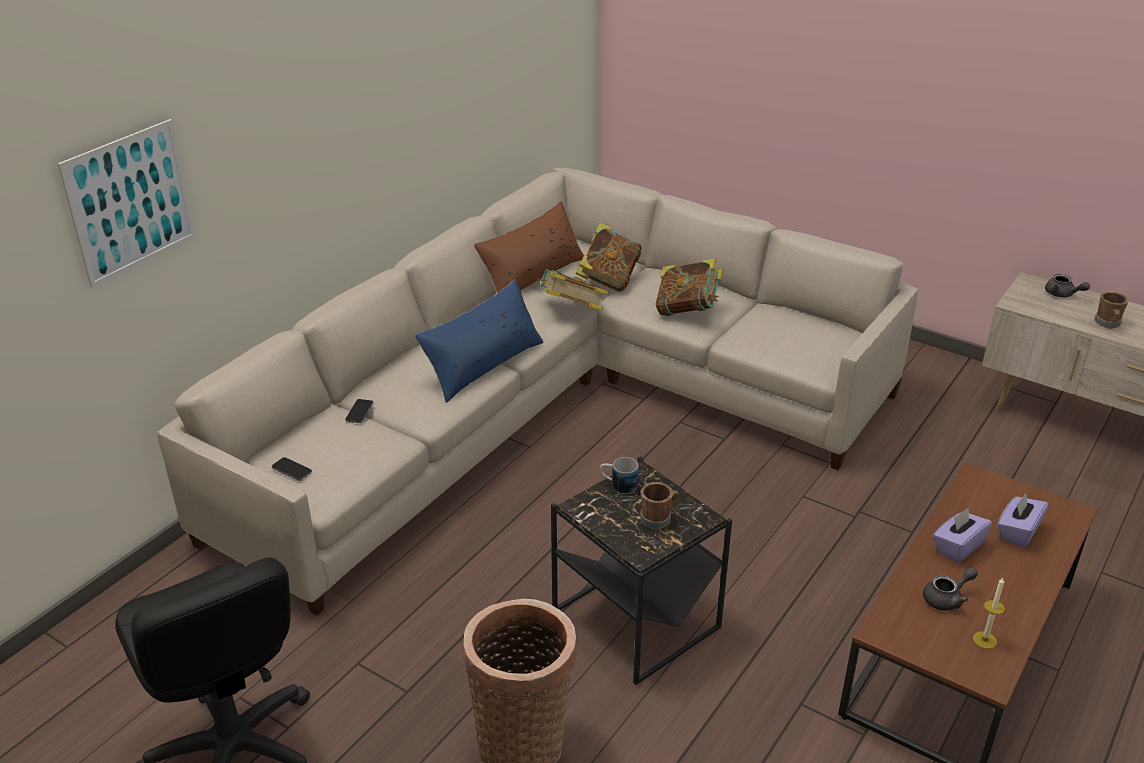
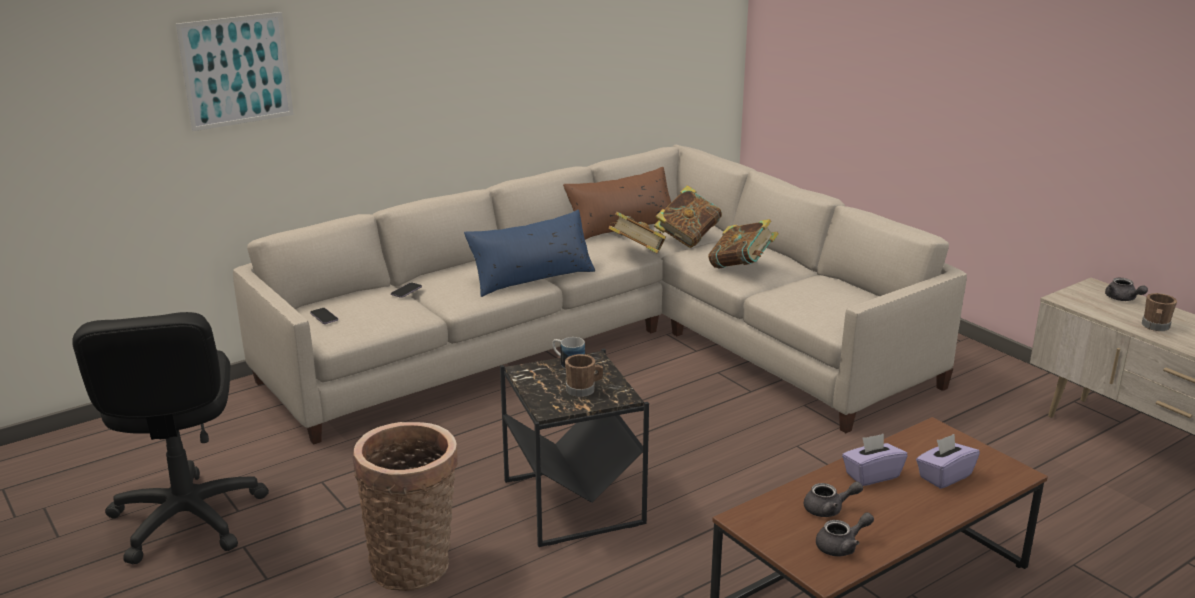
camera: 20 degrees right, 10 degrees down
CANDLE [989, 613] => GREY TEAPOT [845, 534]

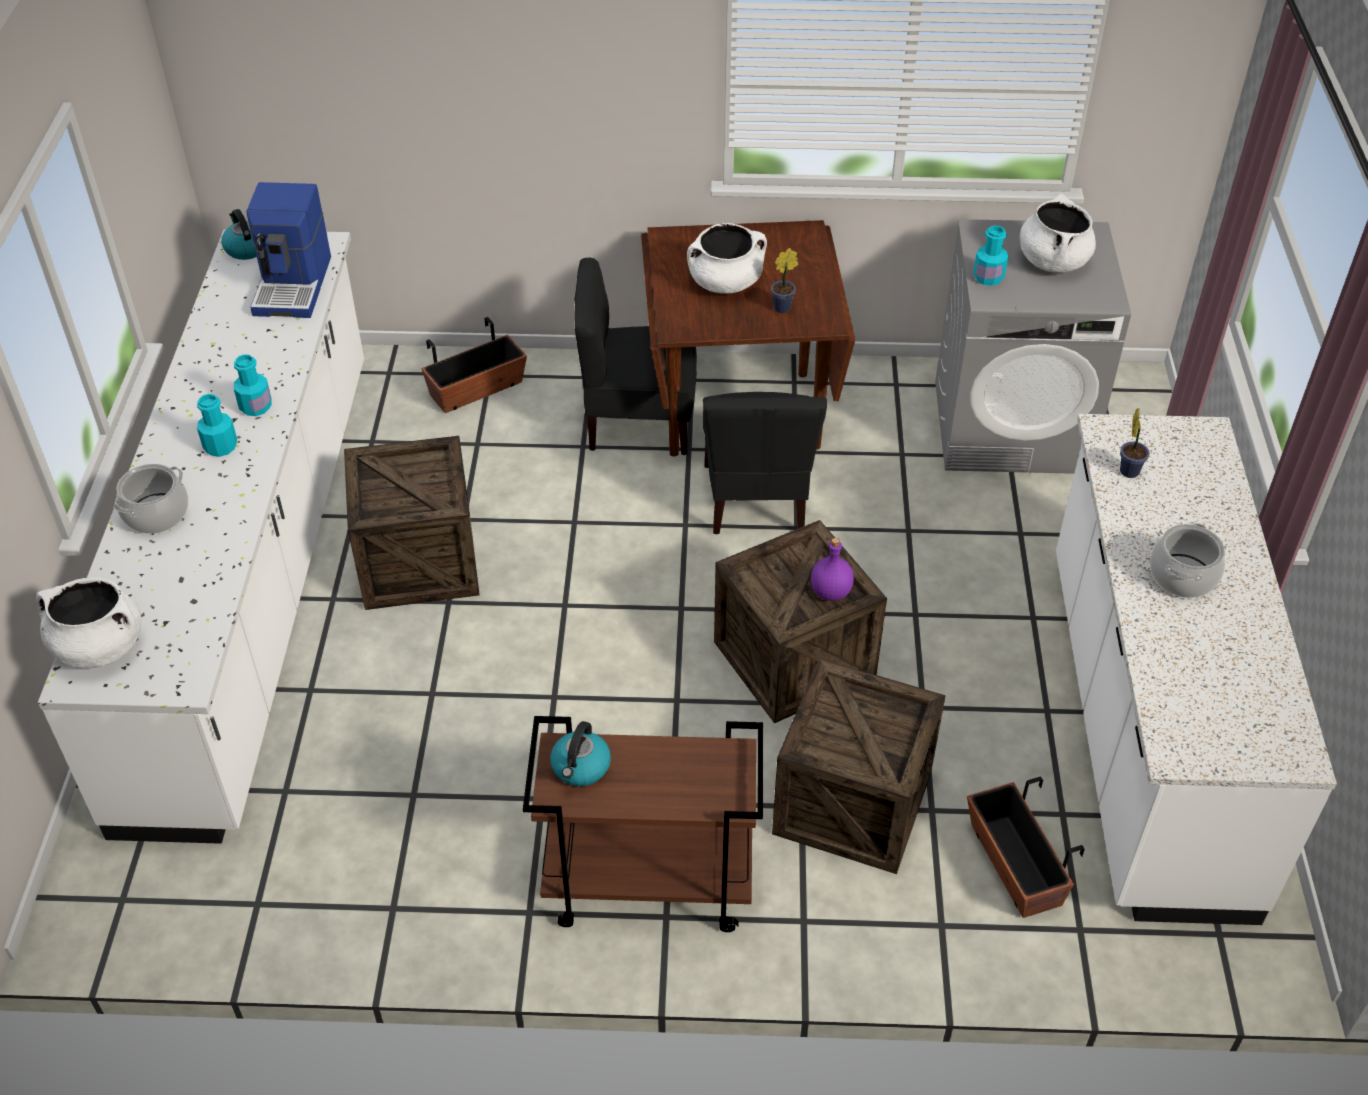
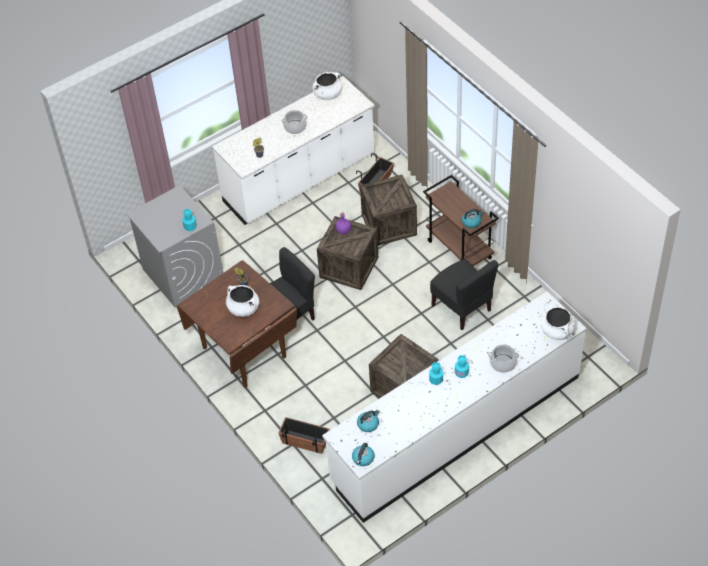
camera: 125 degrees left, 5 degrees up
BLACK CHAIR [635, 356] => BLACK CHAIR [464, 294], move
WHITE COOKING POT [1058, 233] => WHITE COOKING POT [327, 86], move
COFFEE MACHINE [288, 250] => KETTLE [368, 421]

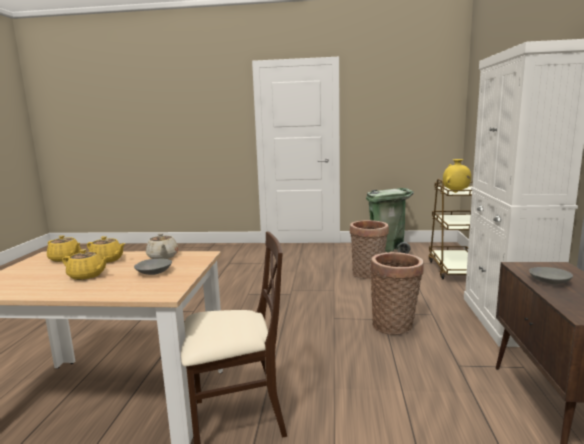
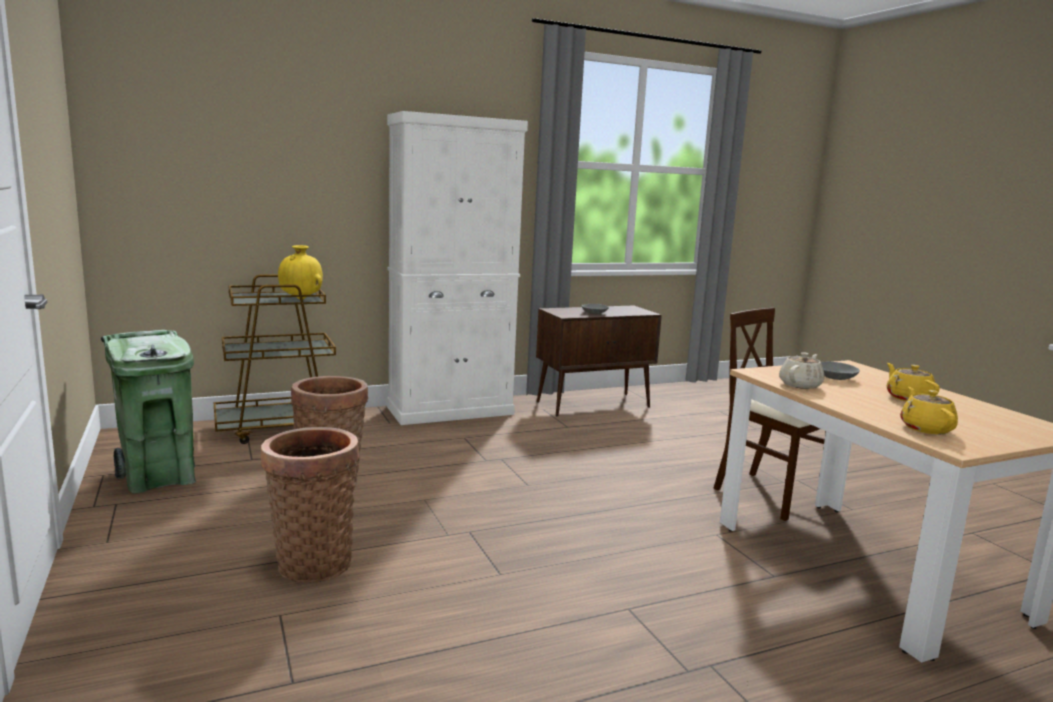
camera: 120 degrees left, 0 degrees up
YELLOW TEAPOT [106, 249] => nothing
BASKET [397, 293] => BASKET [310, 505], move

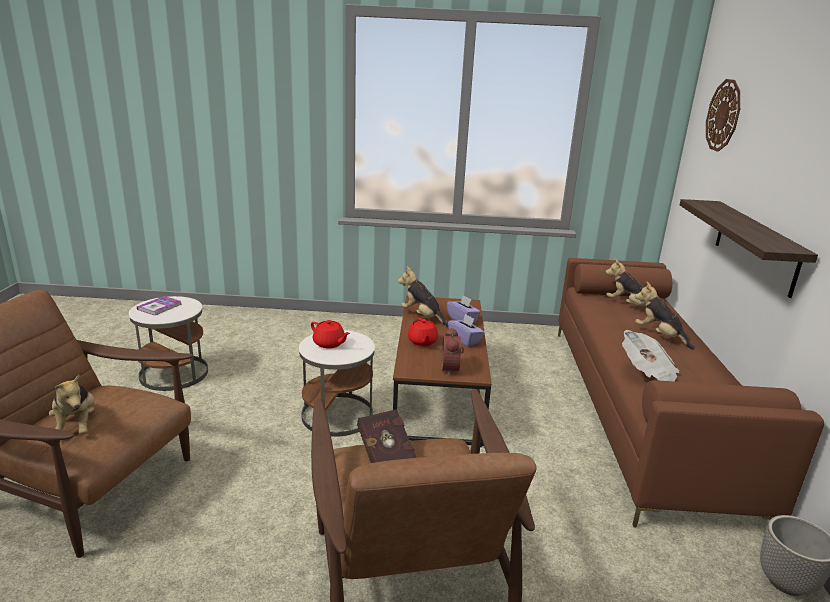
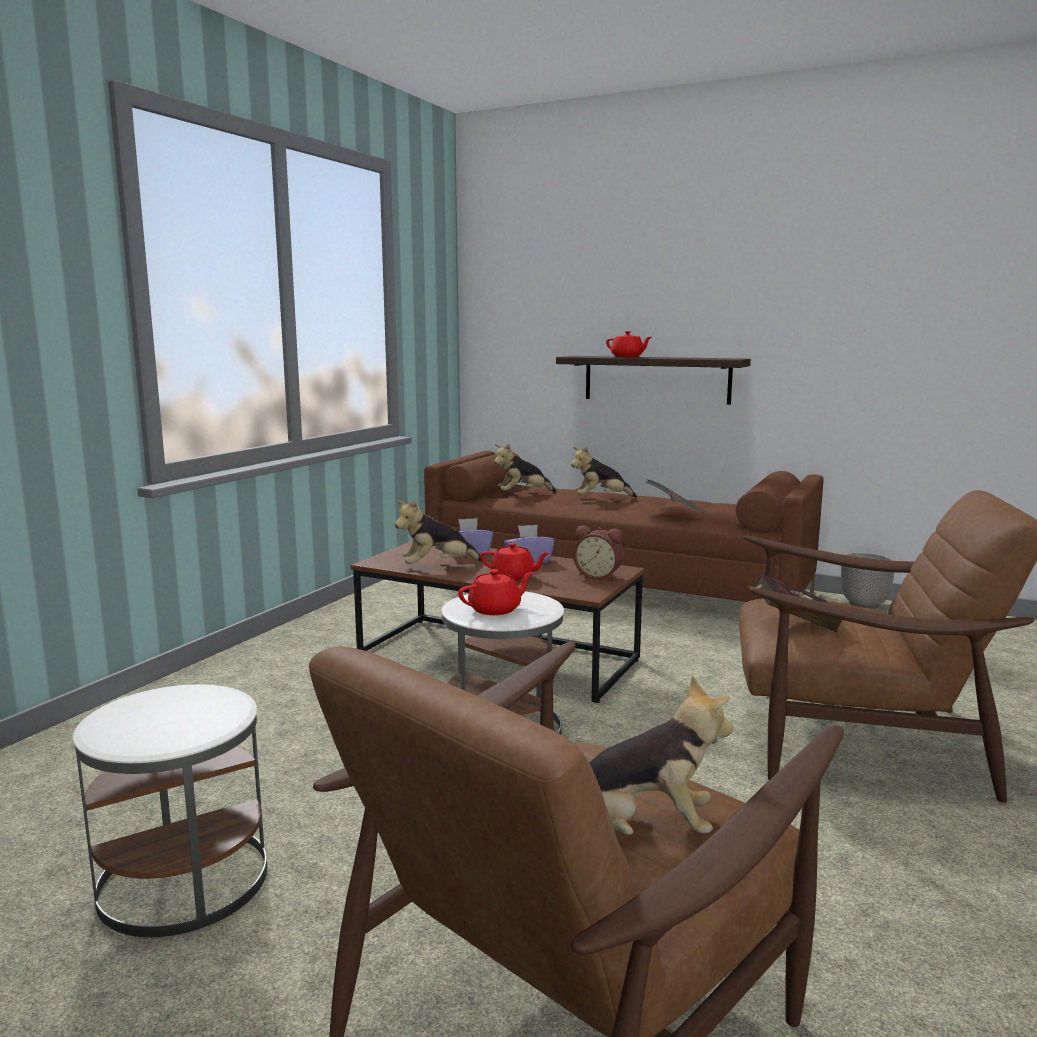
camera: 65 degrees left, 10 degrees down
BOOK [159, 306] => nothing
WALL CLOCK [723, 115] => nothing
nothing => RED TEAPOT [628, 344]

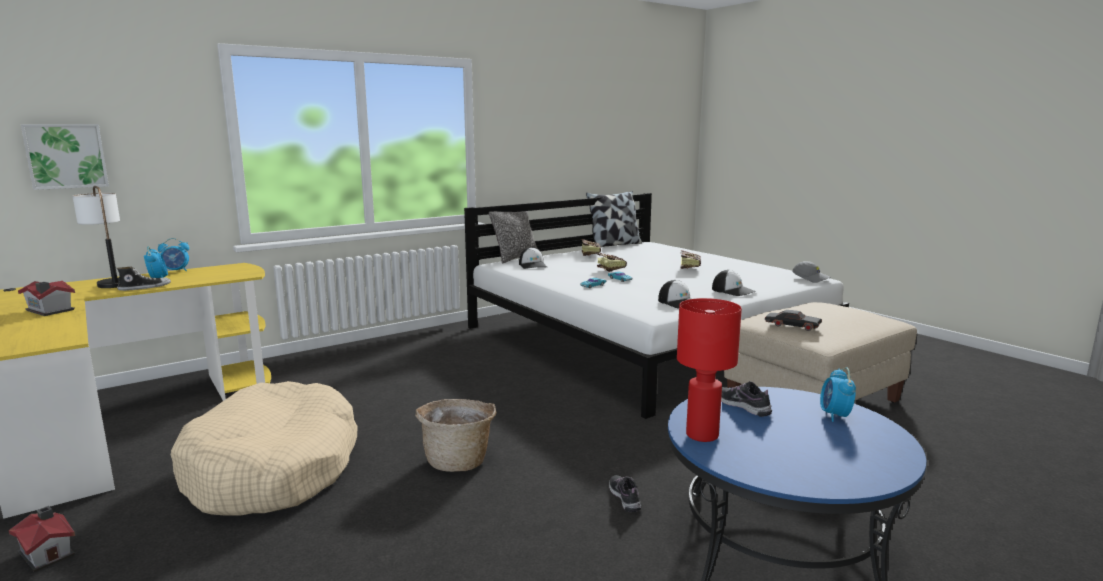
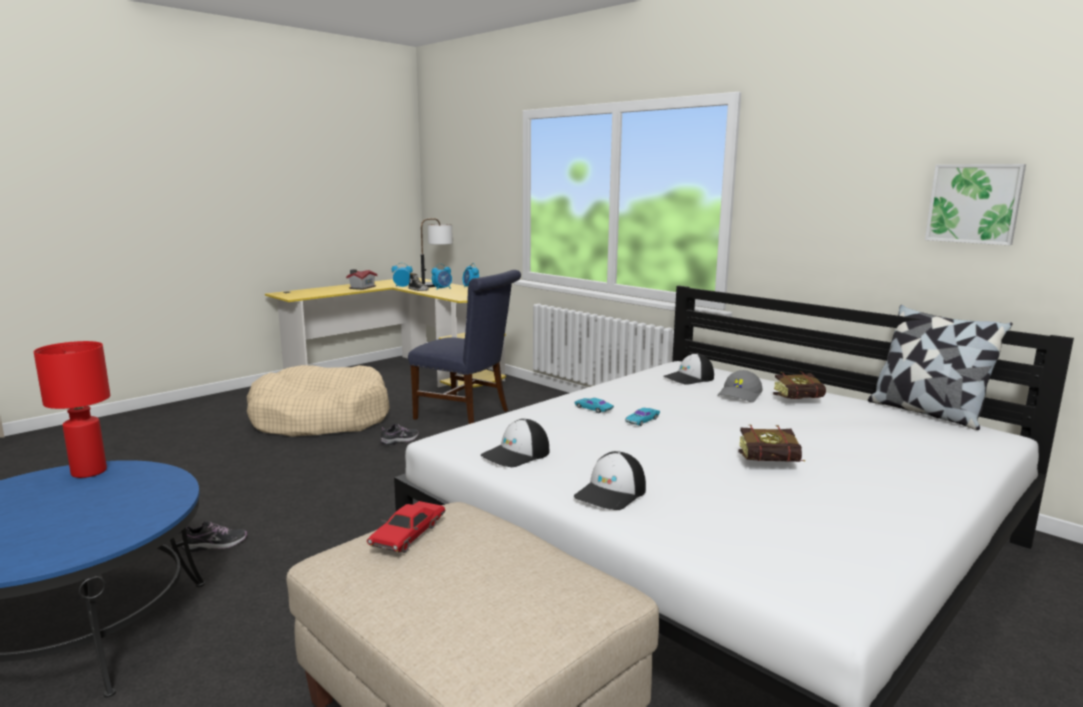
camera: 80 degrees right, 0 degrees up
TOY HOUSE [42, 539] => nothing
BASKET [455, 435] => nothing
PILLOW [513, 237] => nothing
BOOK [612, 262] => nothing
nothing => BLUE CHAIR [464, 347]
PICTURE [65, 157] => PICTURE [975, 204], move
SHOE [746, 399] => SHOE [399, 434], move
GREY CAP [811, 272] => GREY CAP [740, 386], move
ALARM CLOCK [838, 394] => ALARM CLOCK [402, 275], move
BLACK TOY CAR [793, 320] => RED TOY CAR [406, 527]

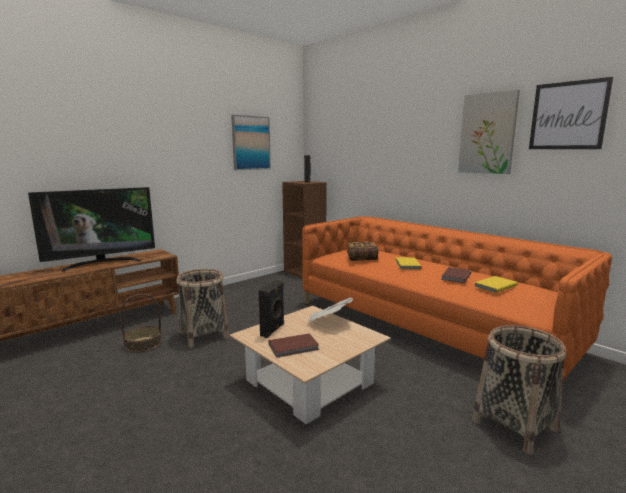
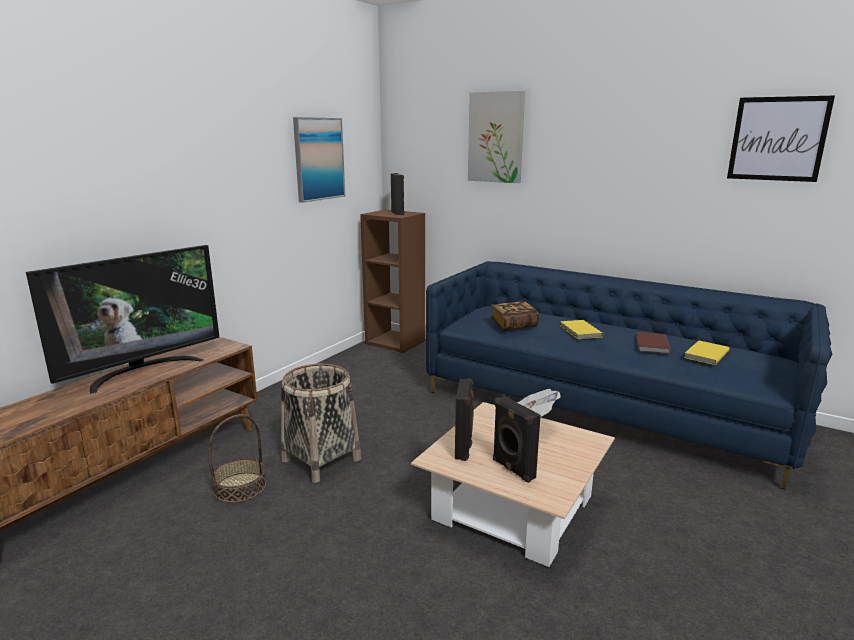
camera: 15 degrees left, 5 degrees up
BASKET [519, 390] => nothing
PICTURE [489, 131] => PICTURE [496, 137], move
BROWN BOOK [294, 345] => BLACK SPEAKER [516, 439]
ORANGE SOFA [457, 298] => BLUE SOFA [629, 375]

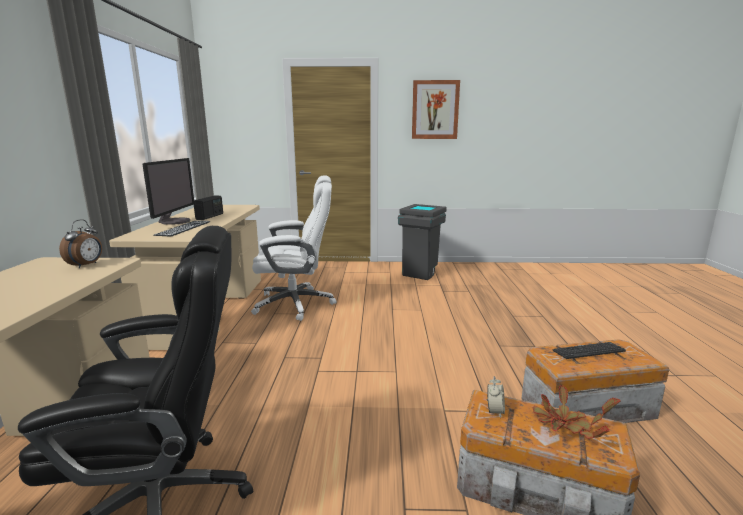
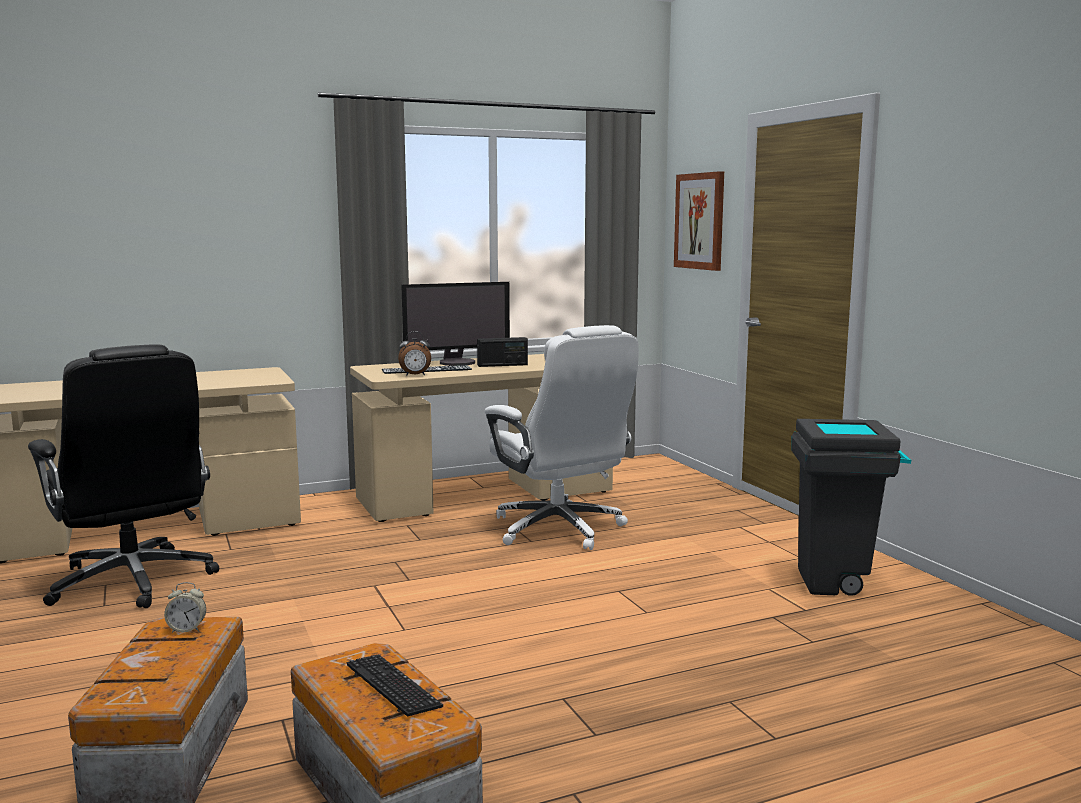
camera: 65 degrees right, 5 degrees down
POTTED PLANT [577, 412] => nothing
ALARM CLOCK [80, 243] => ALARM CLOCK [414, 353], move
PICTURE [436, 109] => PICTURE [699, 221], move

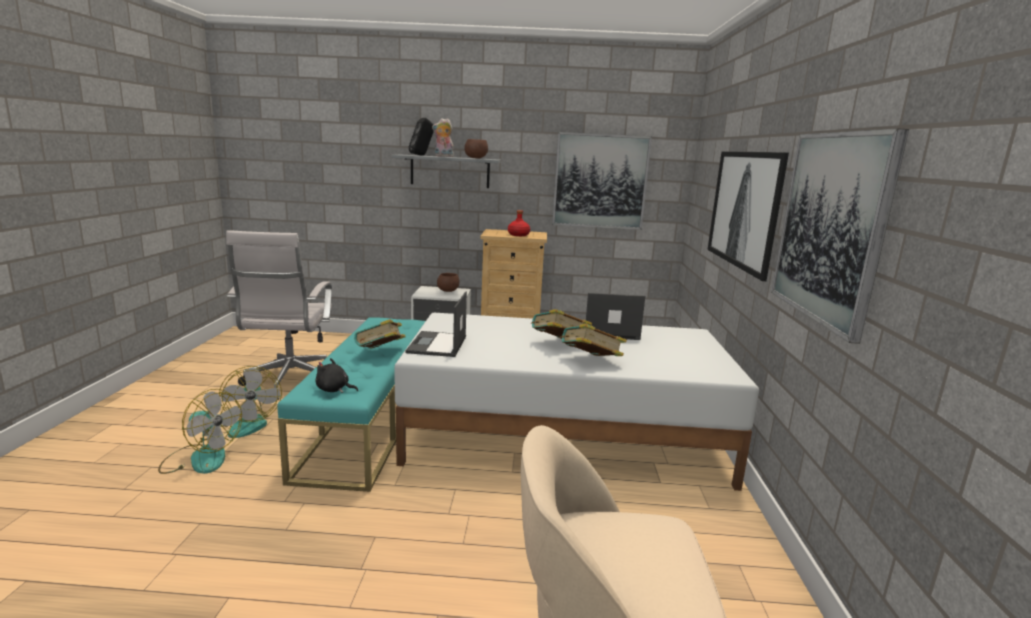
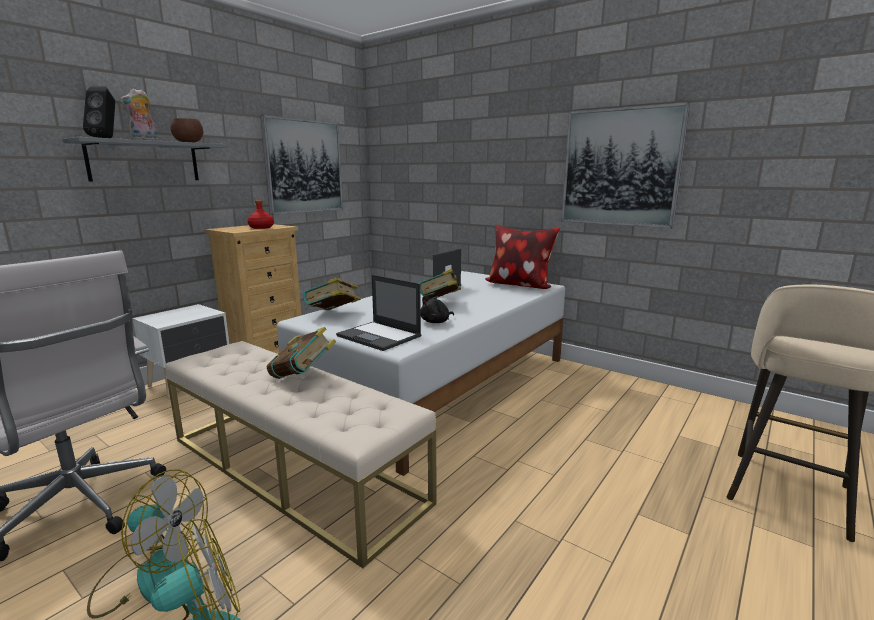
camera: 55 degrees left, 0 degrees up
BROWN BOWL [448, 282] => nothing
PICTURE [748, 216] => nothing
nothing => PILLOW [522, 256]
BLACK PLUSH TOY [336, 375] => BLACK PLUSH TOY [437, 309], move
BOOK [593, 340] => BOOK [332, 294], move
TURQUOISE BENCH [351, 404] => BEIGE BENCH [300, 454]

